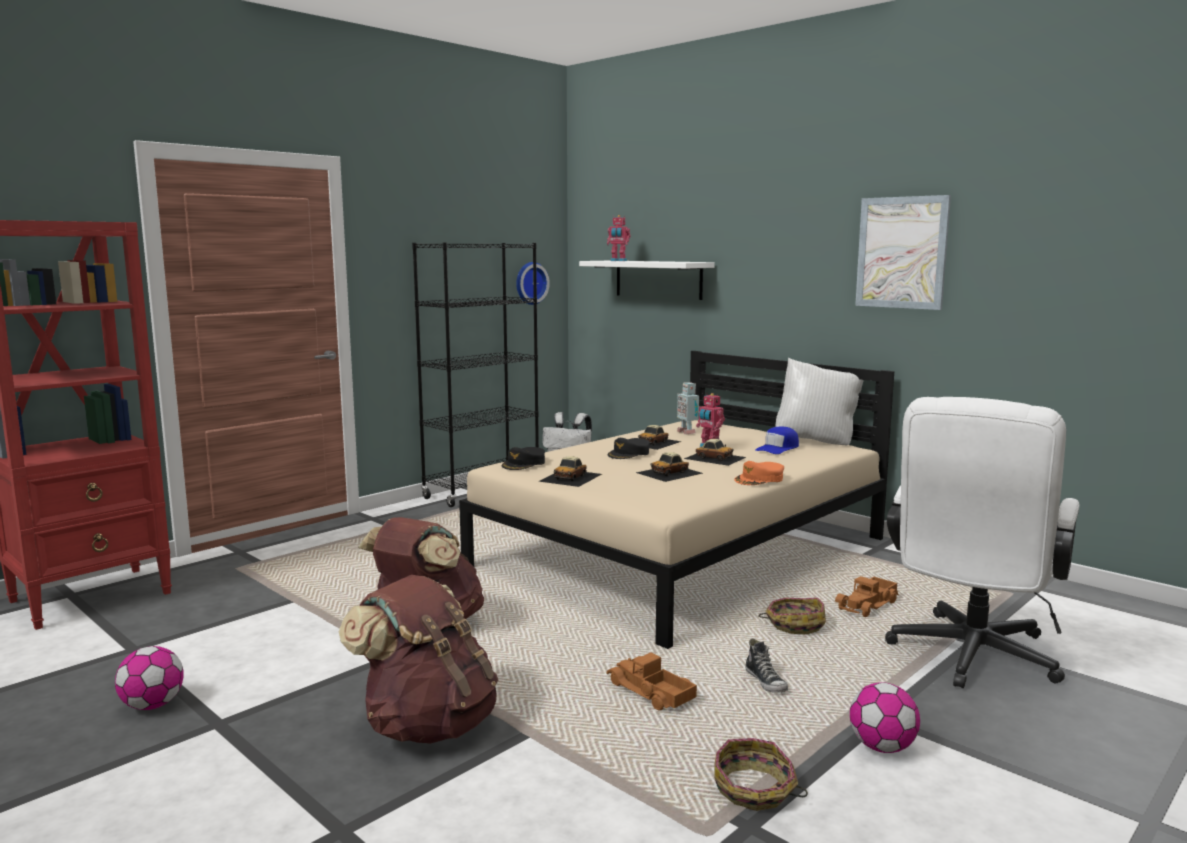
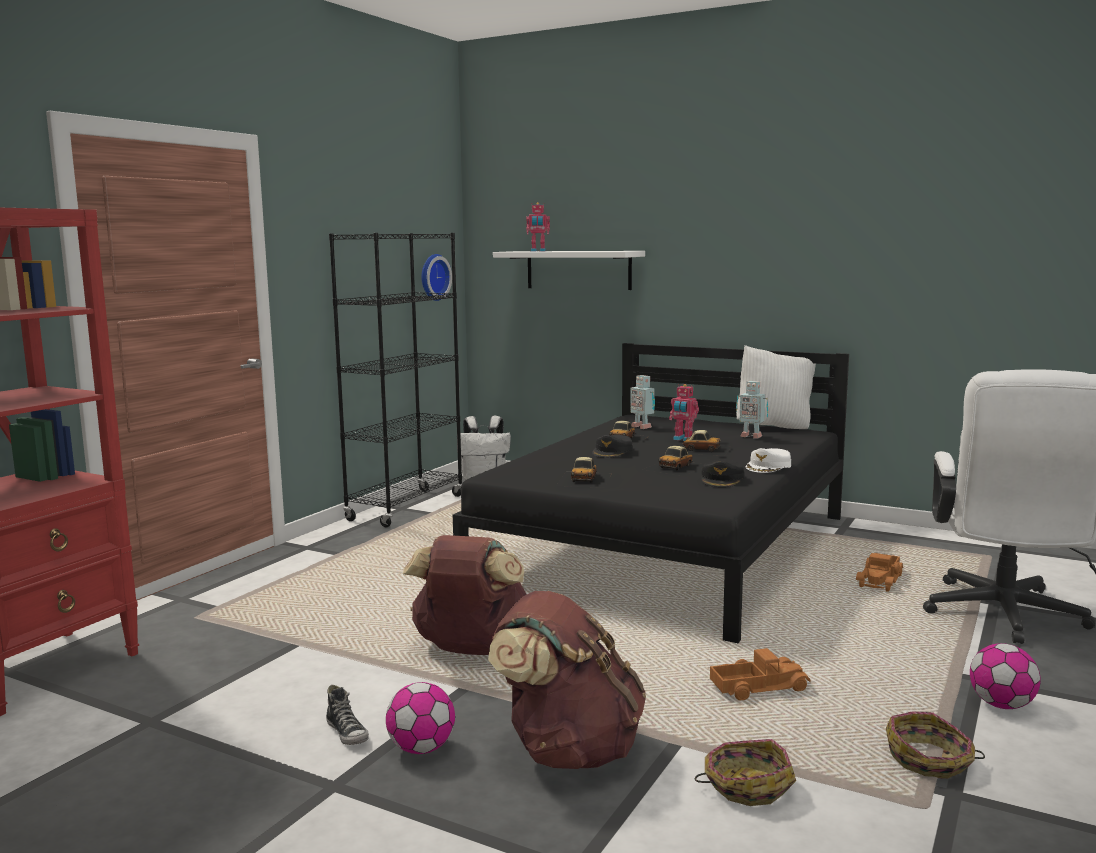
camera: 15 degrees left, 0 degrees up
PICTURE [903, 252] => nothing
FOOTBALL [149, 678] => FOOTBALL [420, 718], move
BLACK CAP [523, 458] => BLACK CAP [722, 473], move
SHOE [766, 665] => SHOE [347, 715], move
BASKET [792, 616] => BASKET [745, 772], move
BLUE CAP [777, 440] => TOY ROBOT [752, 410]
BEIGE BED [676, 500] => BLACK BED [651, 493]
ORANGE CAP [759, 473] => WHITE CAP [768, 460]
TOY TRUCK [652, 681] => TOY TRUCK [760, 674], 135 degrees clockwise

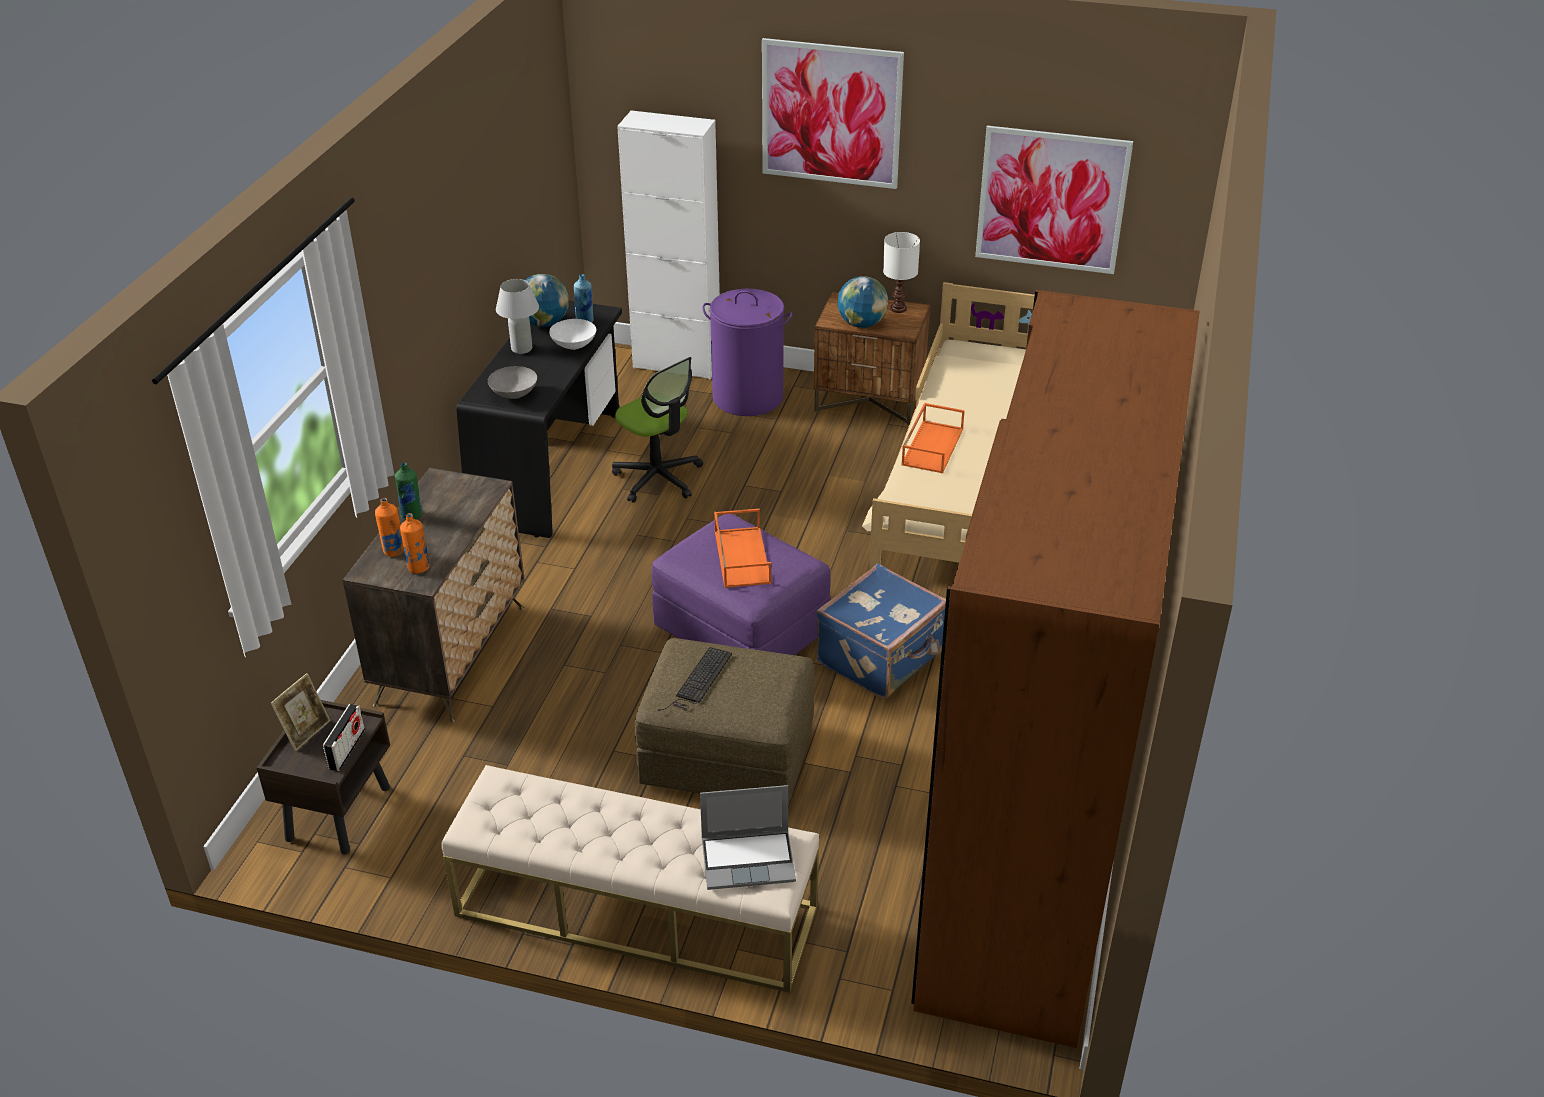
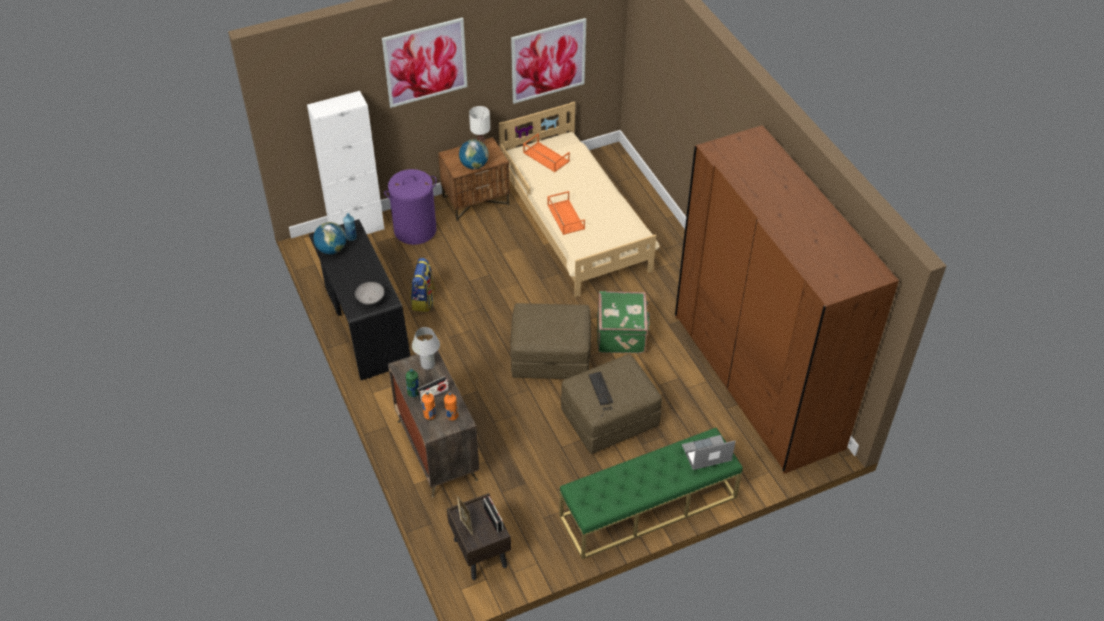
camera: 40 degrees left, 10 degrees up
WHITE BOWL [572, 334] => nothing
nothing => RADIO [433, 389]
WHITE TABLE LAMP [517, 316] => WHITE TABLE LAMP [426, 348], move
ORANGE TRAY [742, 548] => ORANGE TRAY [546, 152], move
OFFICE CHAIR [657, 430] => BACKPACK [423, 285]
BEIGE BENCH [630, 879] => GREEN BENCH [651, 493]
PURPLE OTTOMAN [741, 584] => BROWN OTTOMAN [550, 341]
BLUE SUITCASE [881, 631] => GREEN SUITCASE [623, 322]
LAPTOP [748, 837] => LAPTOP [709, 452], 150 degrees counterclockwise

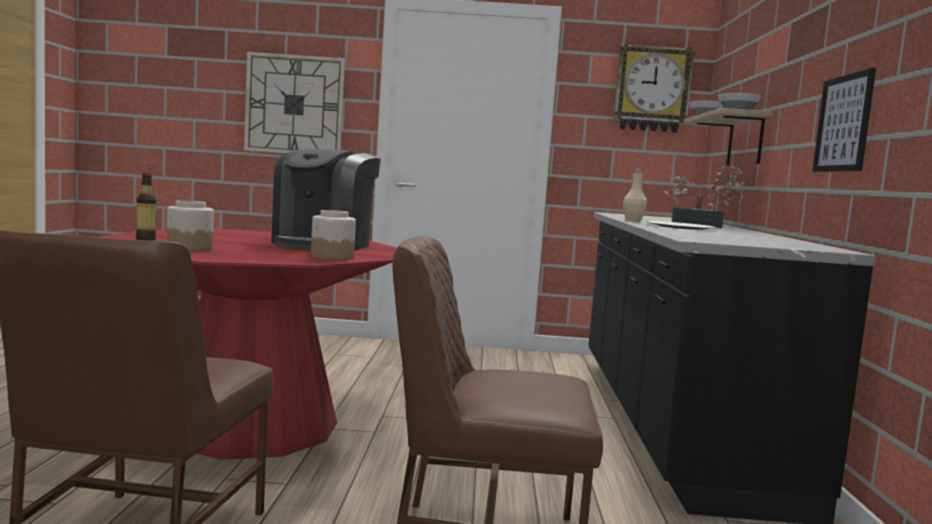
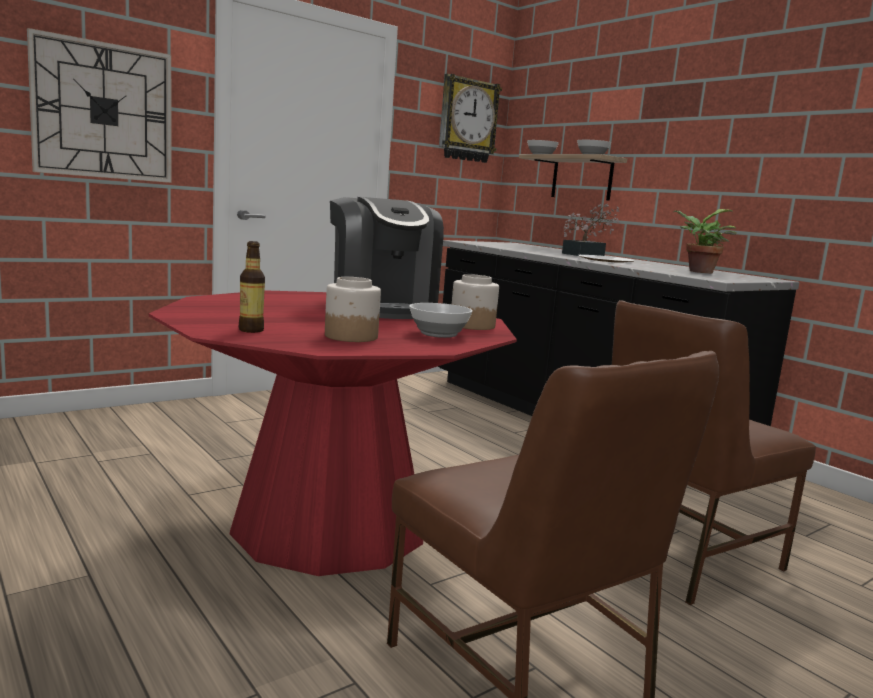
camera: 40 degrees left, 5 degrees up
BEIGE BOTTLE [635, 195] => nothing
PICTURE [844, 120] => nothing
nothing => BOWL [441, 320]
nothing => POTTED PLANT [705, 241]

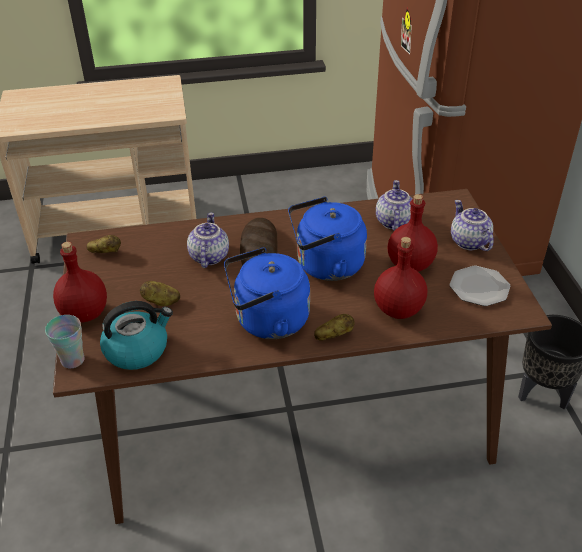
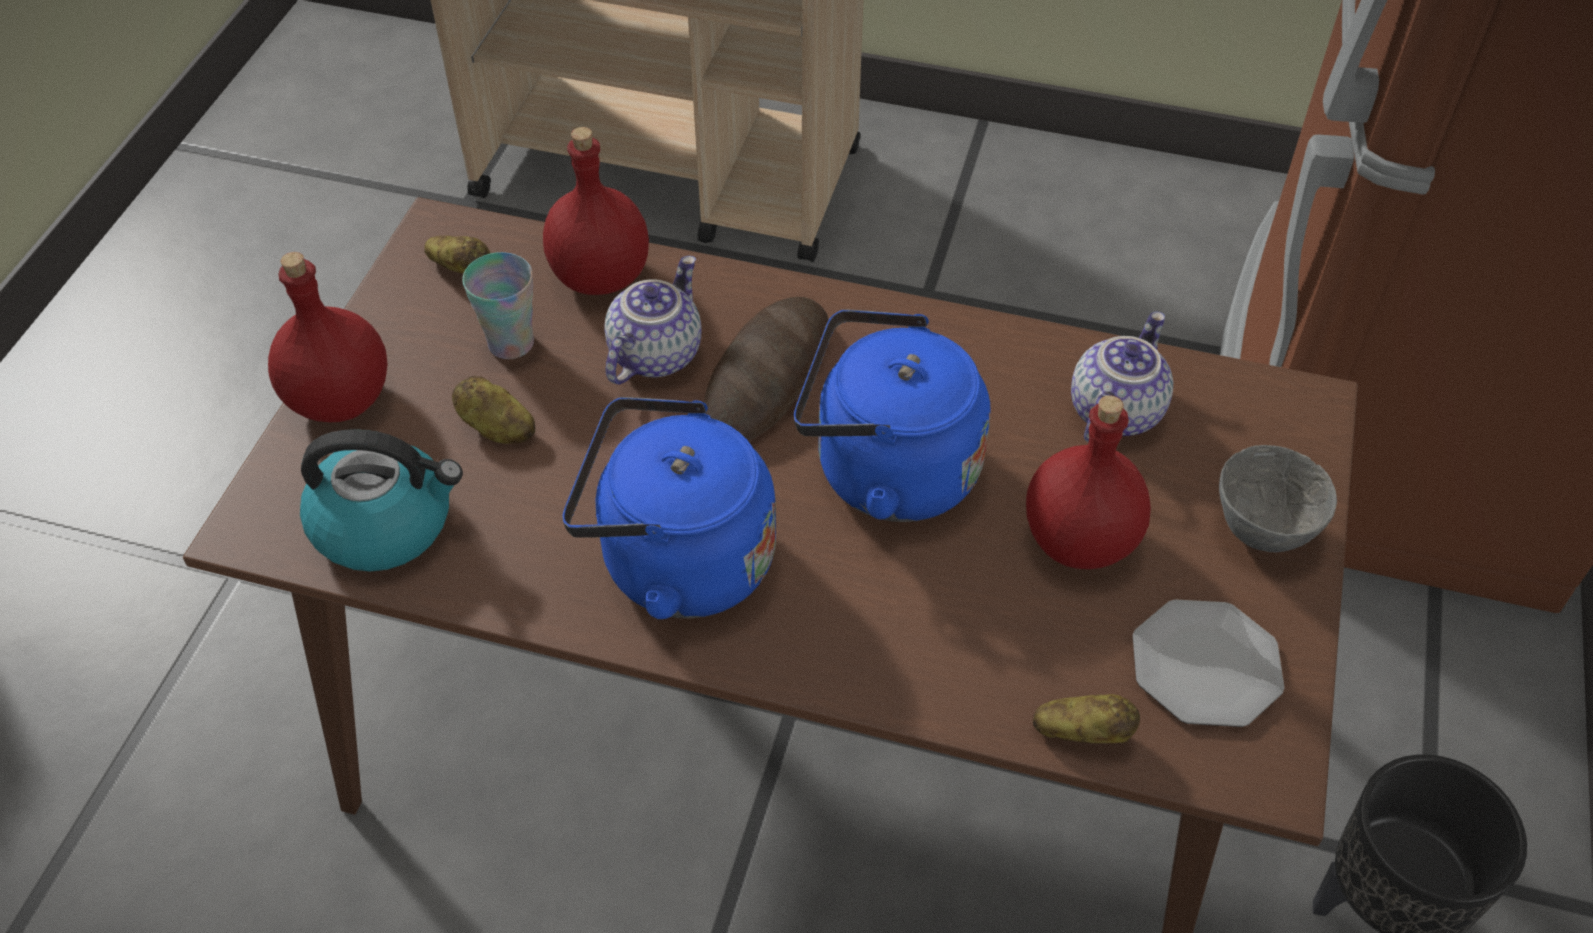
camera: 25 degrees right, 10 degrees up
CUP [65, 342] => CUP [498, 305], move
POTATO [334, 327] => POTATO [1086, 718], move
RED BOTTLE [400, 278] => RED BOTTLE [596, 211], move
TEAPOT [472, 225] => GREY BOWL [1278, 498]

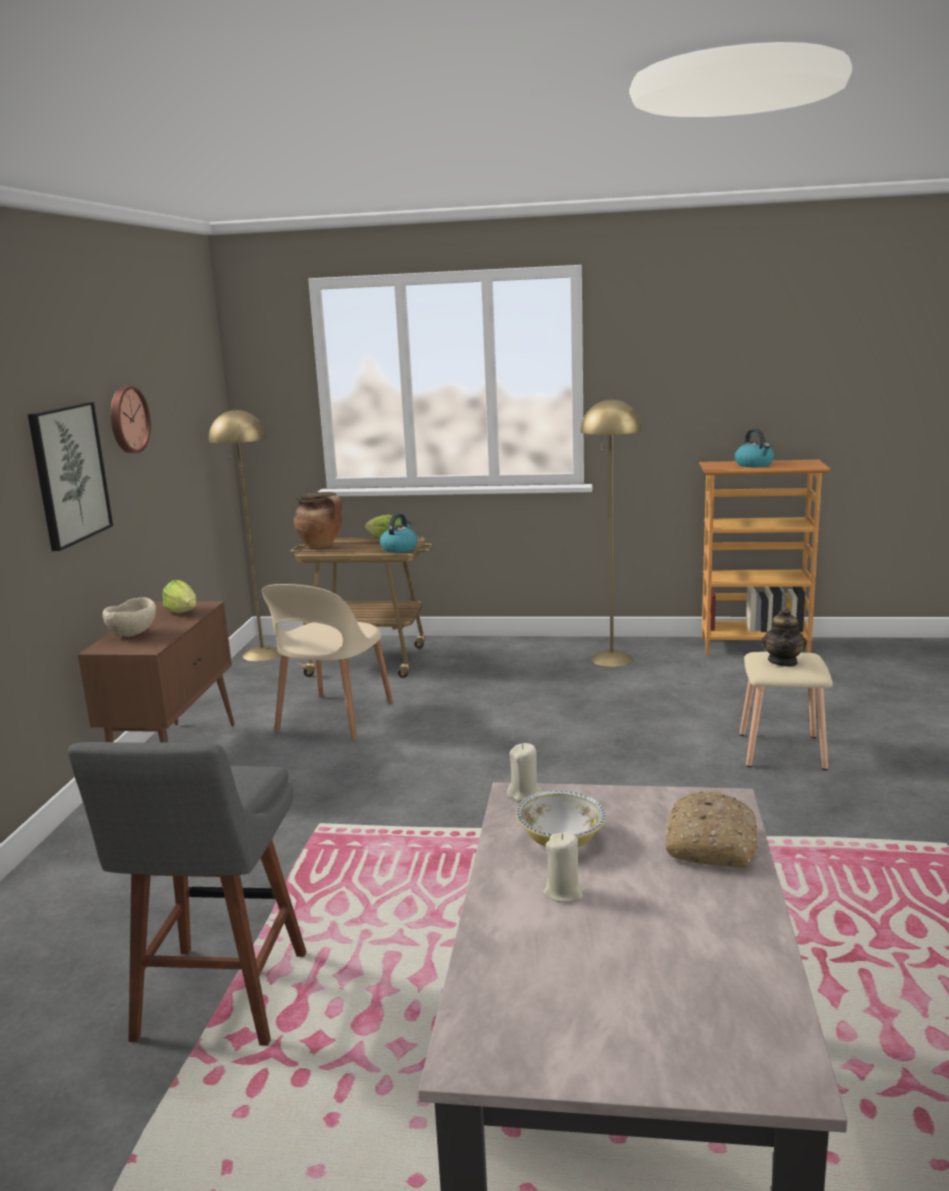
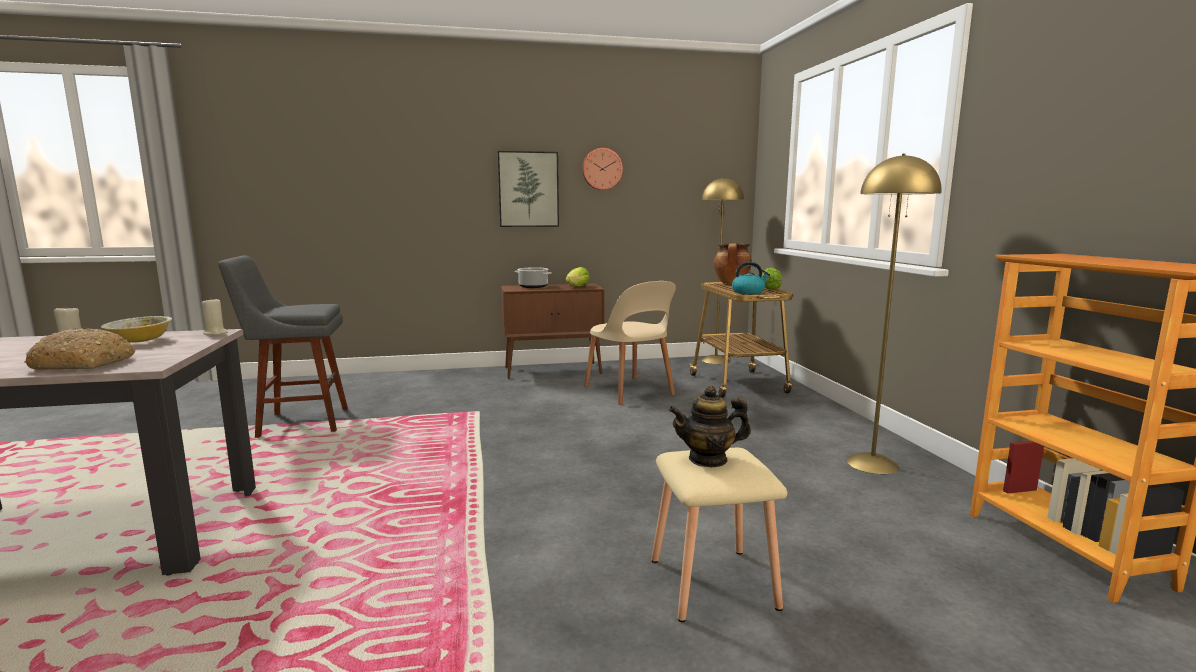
camera: 70 degrees right, 5 degrees down
KETTLE [754, 447] => nothing
BEIGE BOWL [129, 617] => COOKING POT [533, 277]
BEIGE CHAIR [327, 662] => BEIGE CHAIR [630, 343], 120 degrees counterclockwise

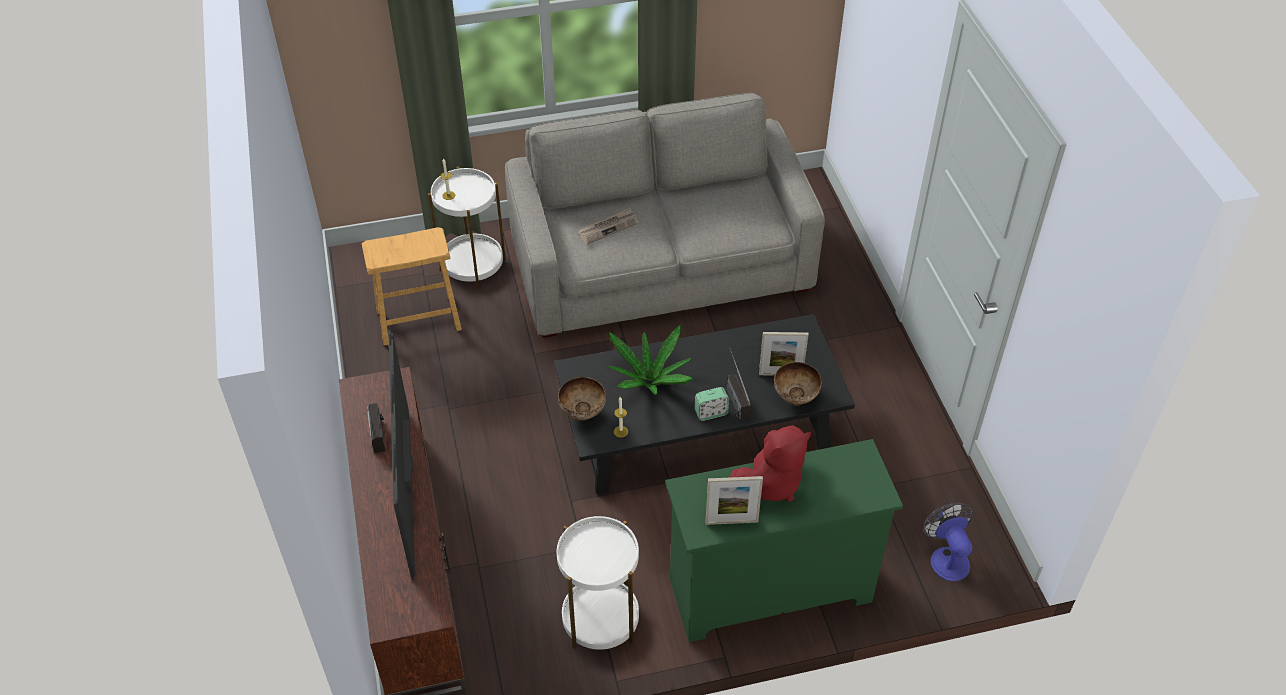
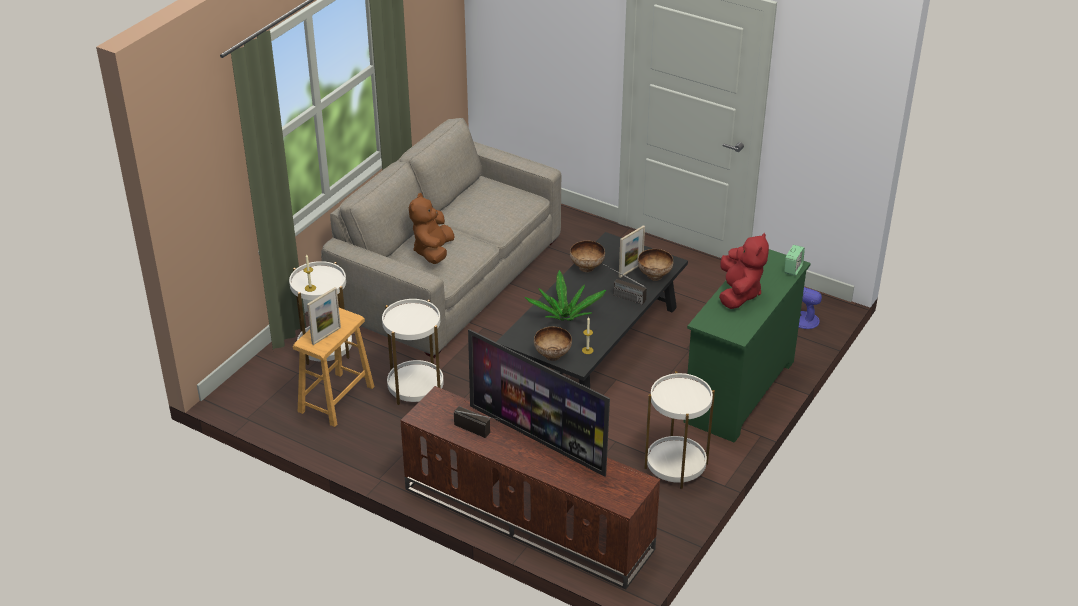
camera: 45 degrees left, 10 degrees down
nothing => WHITE SIDE TABLE [413, 352]
nothing => BOWL [587, 256]
ALARM CLOCK [712, 404] => ALARM CLOCK [794, 260], move
PICTURE FRAME [734, 500] => PICTURE FRAME [324, 316], move
NEWSPAPER [608, 226] => BROWN PLUSH TOY [432, 228]

